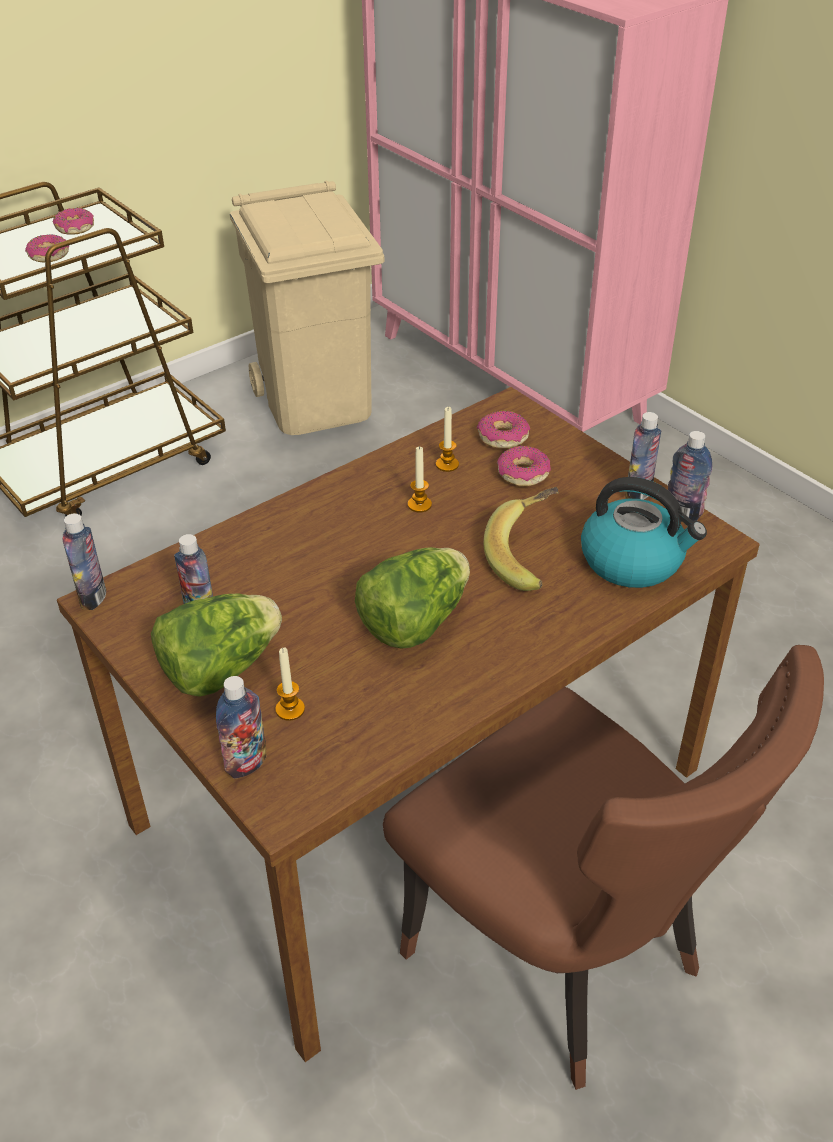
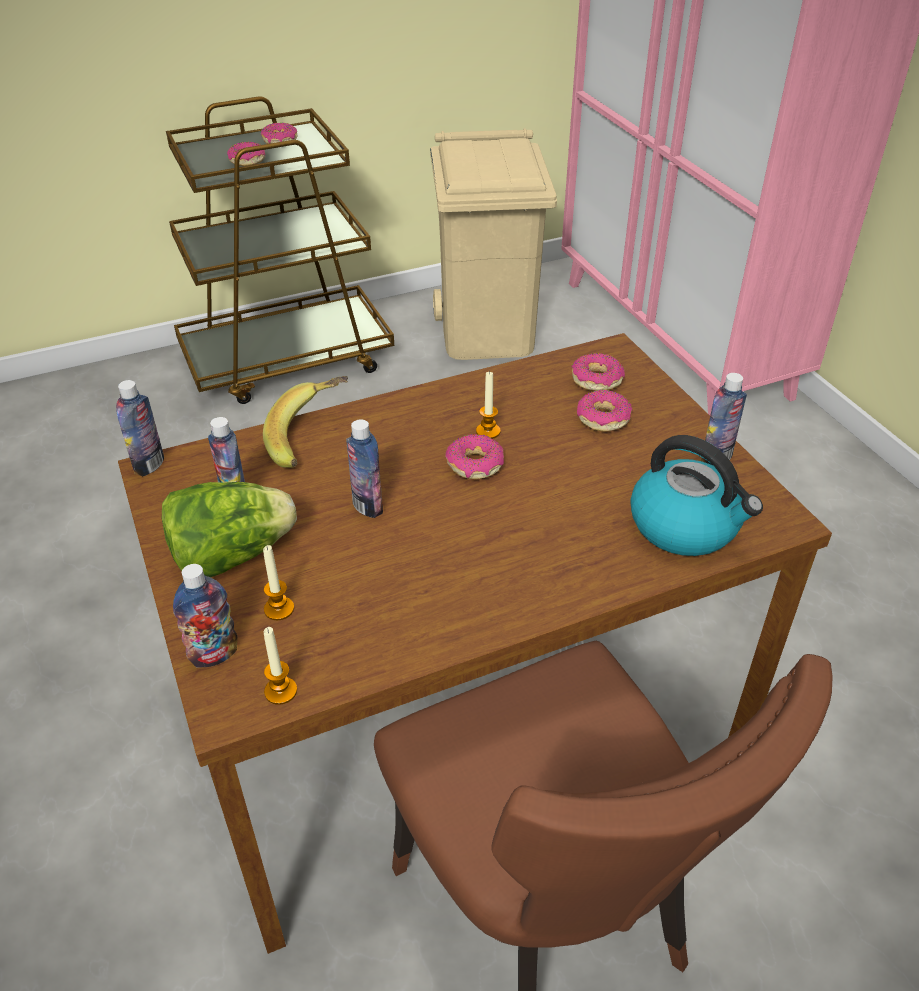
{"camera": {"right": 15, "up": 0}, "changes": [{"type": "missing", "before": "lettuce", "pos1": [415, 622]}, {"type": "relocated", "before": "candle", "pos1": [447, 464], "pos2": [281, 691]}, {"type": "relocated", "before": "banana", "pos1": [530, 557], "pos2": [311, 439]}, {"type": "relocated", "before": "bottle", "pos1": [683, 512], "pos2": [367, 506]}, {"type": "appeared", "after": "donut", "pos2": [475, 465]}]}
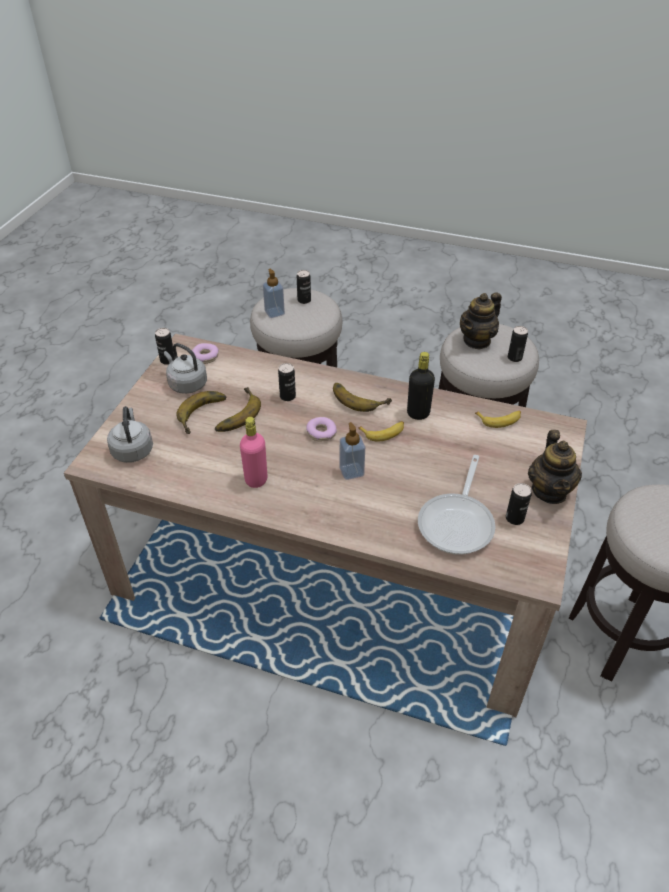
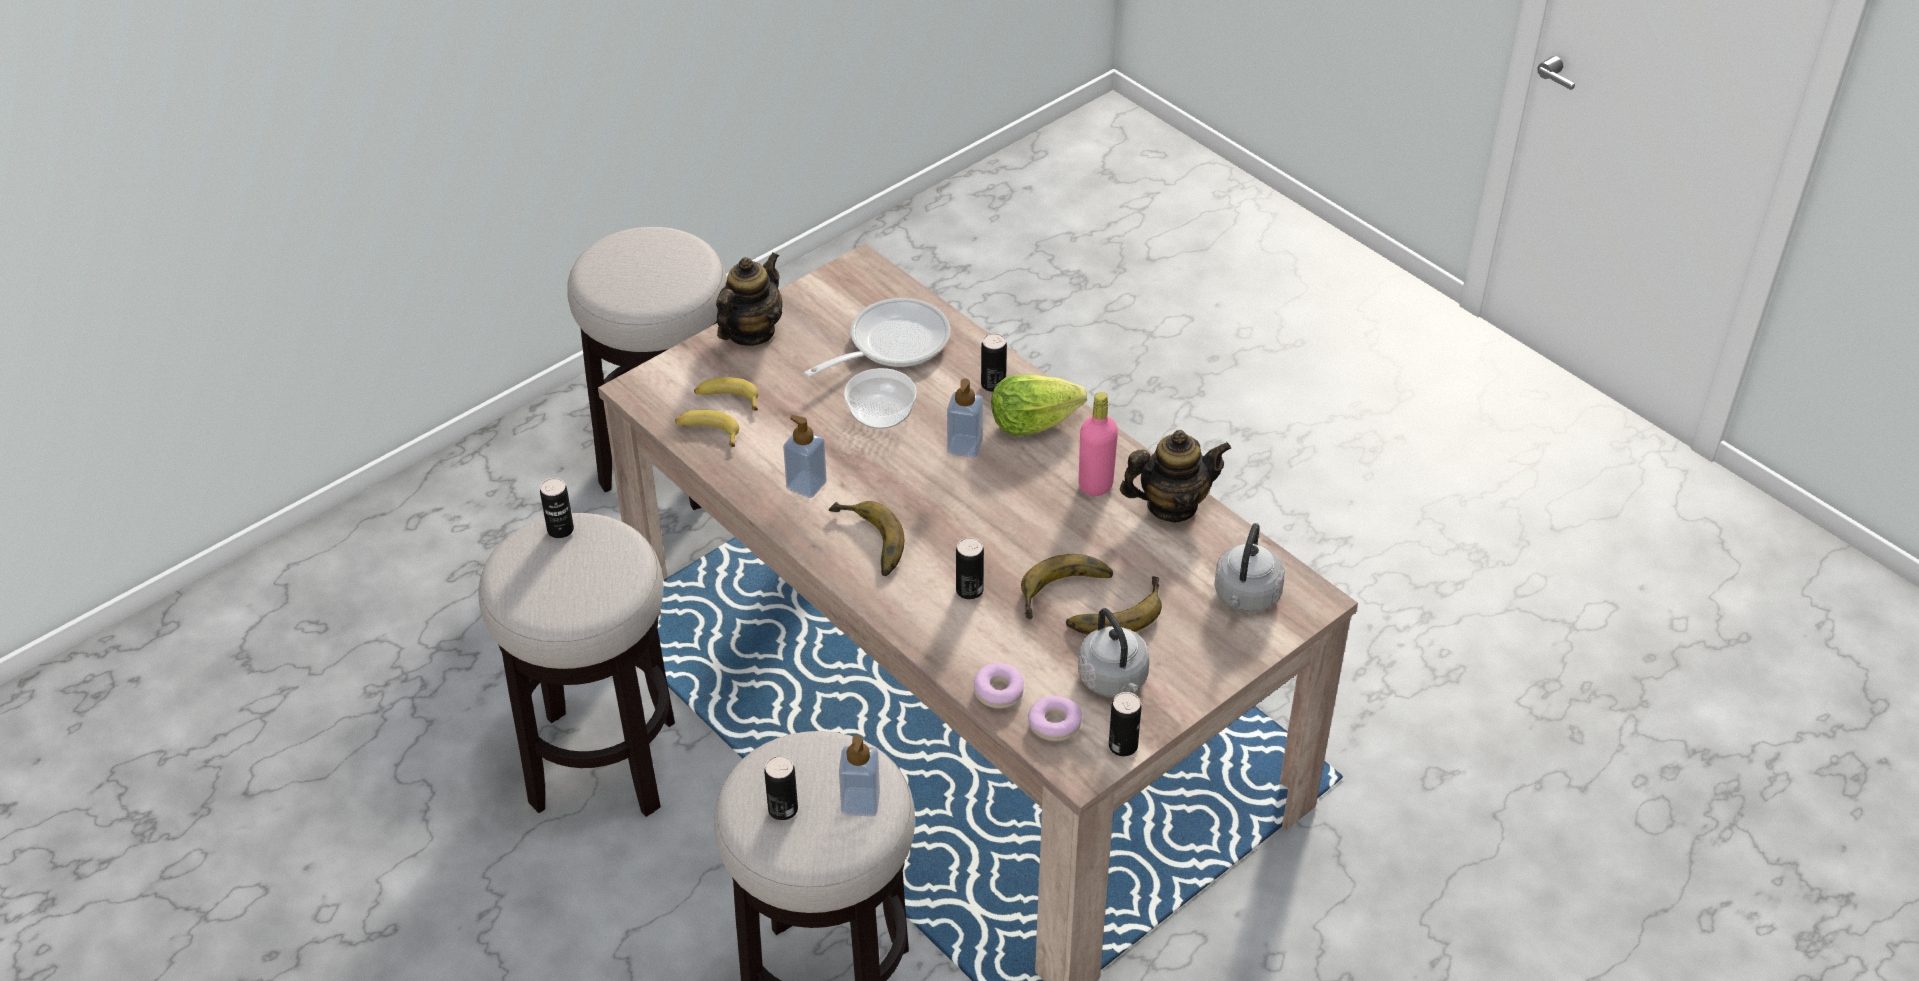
{"camera": {"right": -150, "up": 0}, "changes": [{"type": "relocated", "before": "donut", "pos1": [321, 433], "pos2": [998, 691]}, {"type": "relocated", "before": "banana", "pos1": [383, 432], "pos2": [727, 399]}, {"type": "exchanged", "before": "black bottle", "after": "soap dispenser", "pos1": [418, 413], "pos2": [806, 485]}, {"type": "relocated", "before": "teapot", "pos1": [477, 340], "pos2": [1171, 505]}, {"type": "relocated", "before": "can", "pos1": [514, 518], "pos2": [993, 384]}, {"type": "appeared", "after": "bowl", "pos2": [882, 413]}, {"type": "appeared", "after": "lettuce", "pos2": [1032, 422]}]}
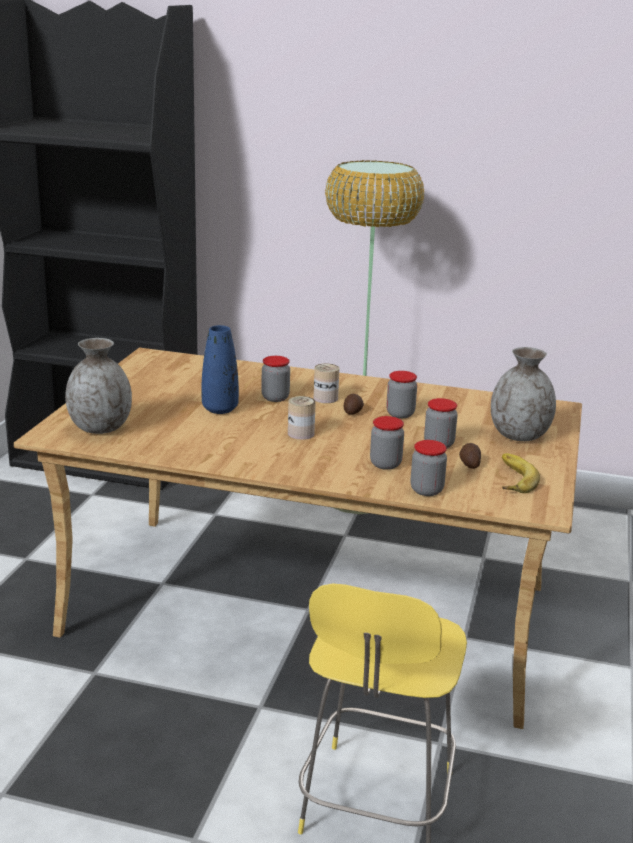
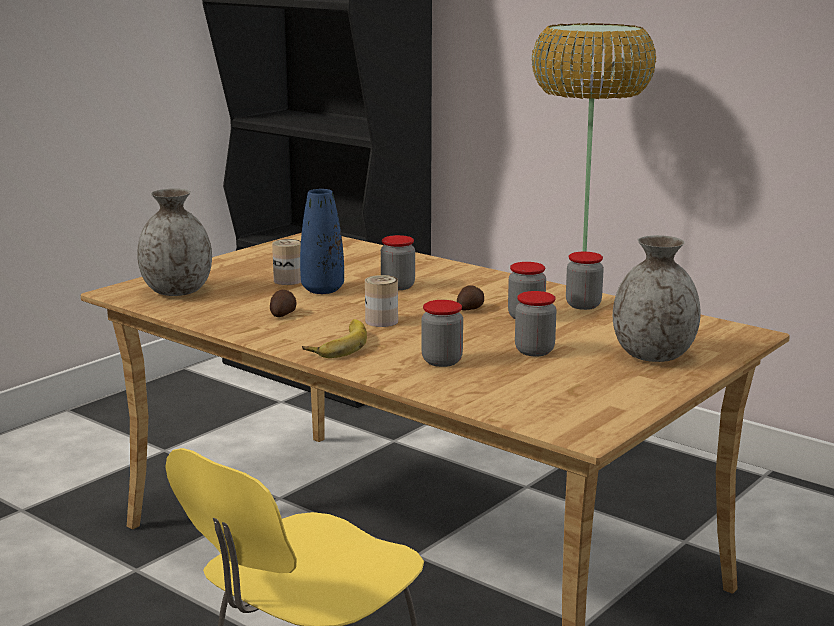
{"camera": {"right": 25, "up": -5}, "changes": [{"type": "relocated", "before": "can", "pos1": [325, 398], "pos2": [288, 280]}, {"type": "relocated", "before": "jar", "pos1": [426, 490], "pos2": [583, 305]}, {"type": "relocated", "before": "potato", "pos1": [469, 464], "pos2": [282, 314]}, {"type": "relocated", "before": "banana", "pos1": [511, 478], "pos2": [337, 344]}]}
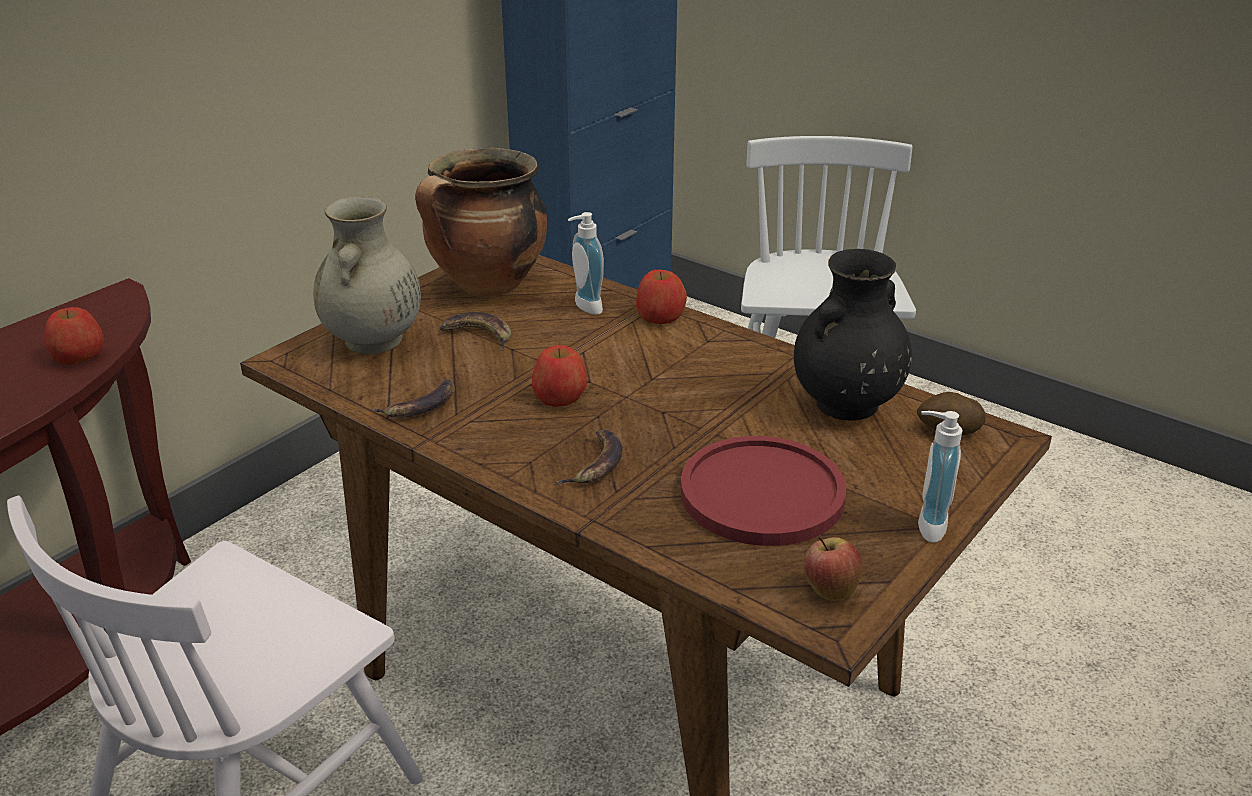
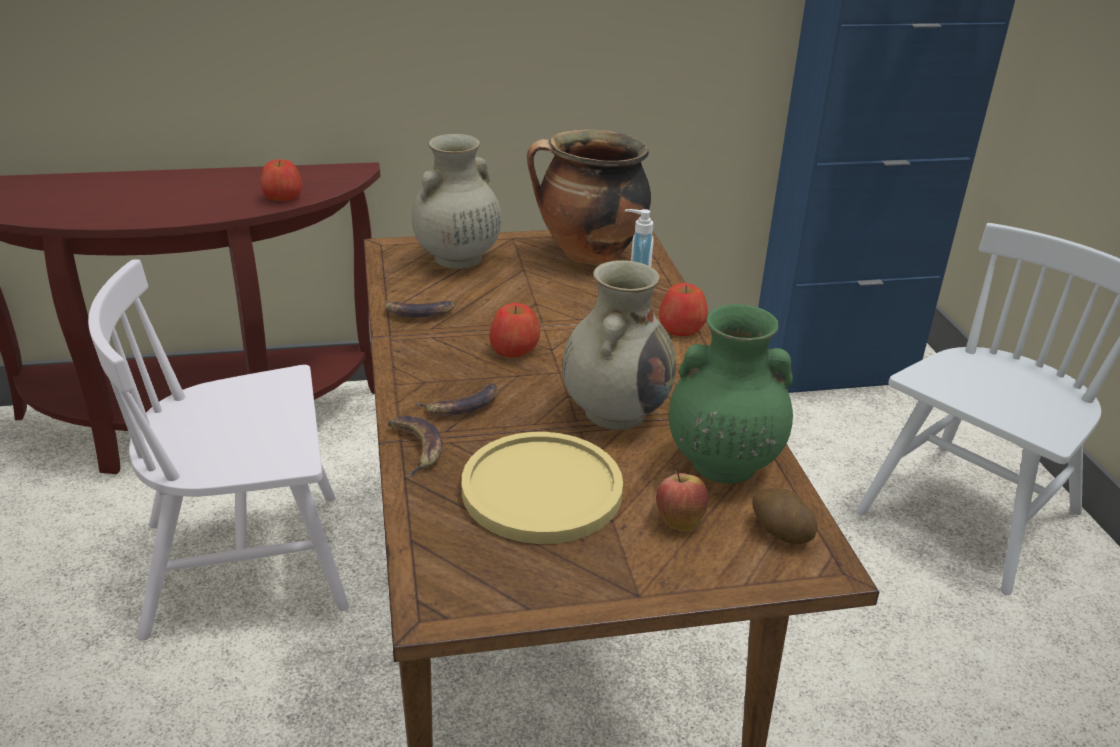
{"camera": {"right": 40, "up": 0}, "changes": [{"type": "relocated", "before": "banana", "pos1": [478, 335], "pos2": [415, 447]}, {"type": "colour", "before": "red plate", "after": "yellow plate", "pos1": [762, 493], "pos2": [542, 490]}, {"type": "colour", "before": "black vase", "after": "green vase", "pos1": [845, 405], "pos2": [721, 464]}, {"type": "relocated", "before": "apple", "pos1": [829, 590], "pos2": [679, 521]}, {"type": "missing", "before": "soap dispenser", "pos1": [925, 525]}, {"type": "appeared", "after": "beige vase", "pos2": [615, 411]}]}
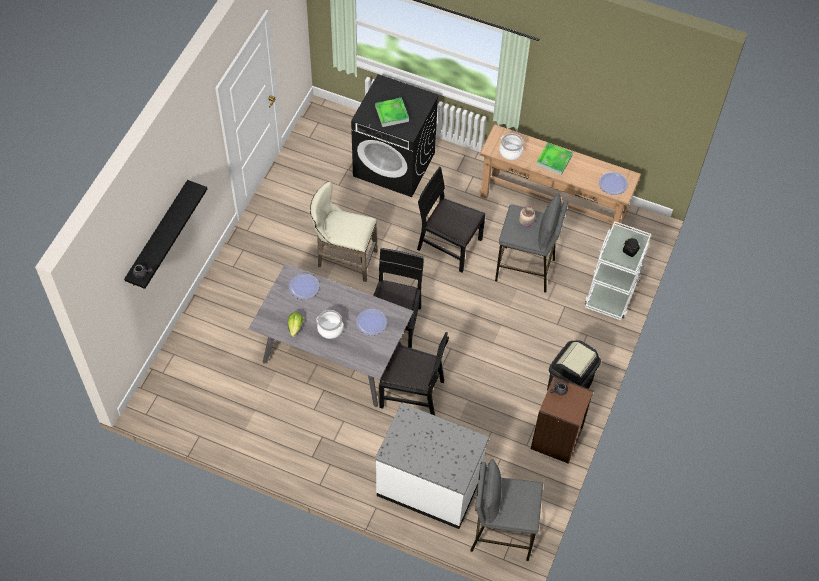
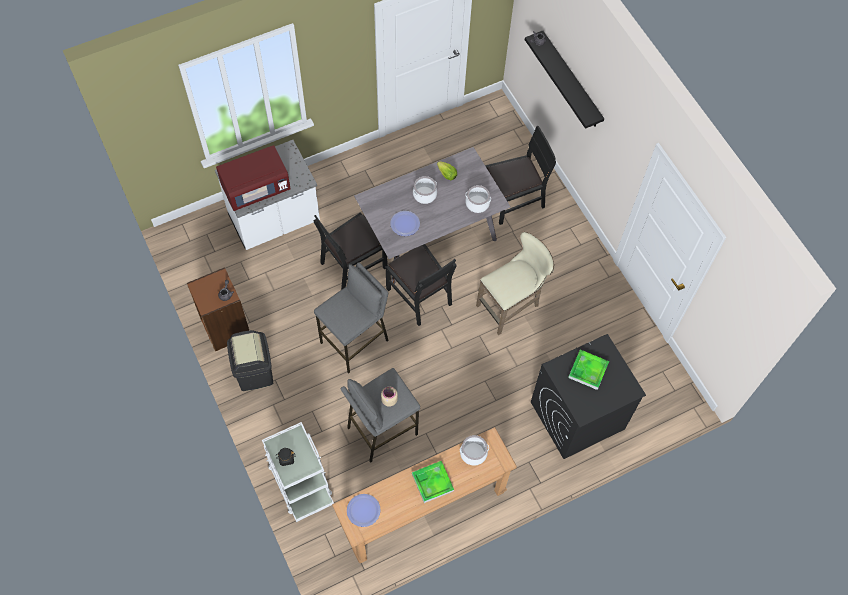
{"camera": {"right": 130, "up": 5}, "changes": [{"type": "exchanged", "before": "plate", "after": "cooking pot", "pos1": [303, 287], "pos2": [477, 203]}, {"type": "relocated", "before": "black chair", "pos1": [449, 245], "pos2": [513, 199]}, {"type": "relocated", "before": "grey stool", "pos1": [501, 533], "pos2": [355, 342]}, {"type": "appeared", "after": "red microwave", "pos2": [256, 188]}]}
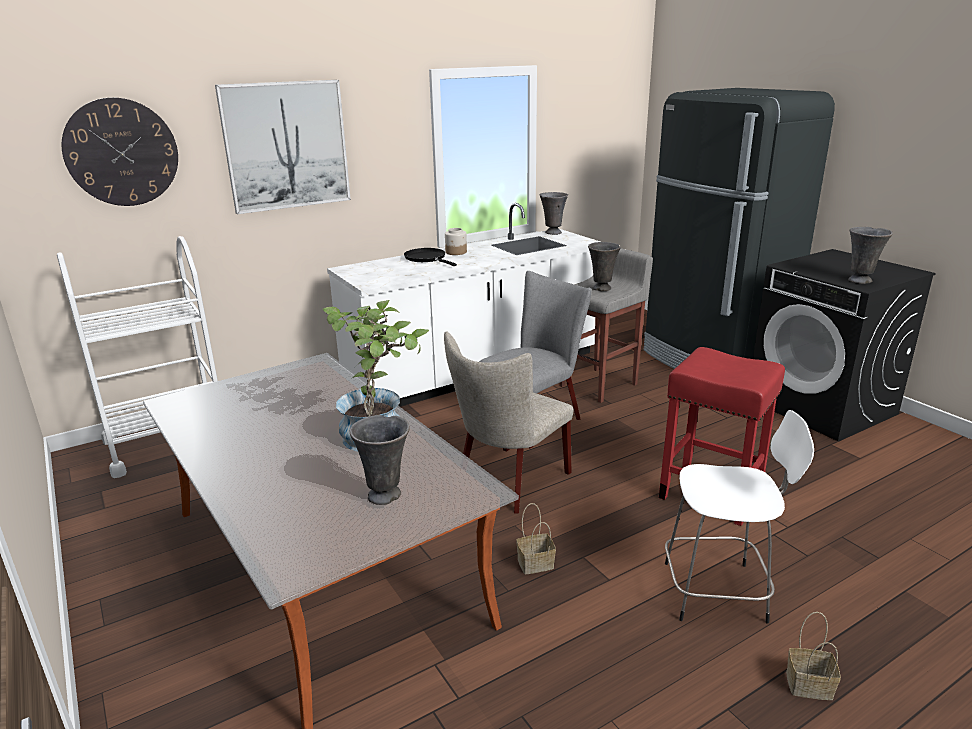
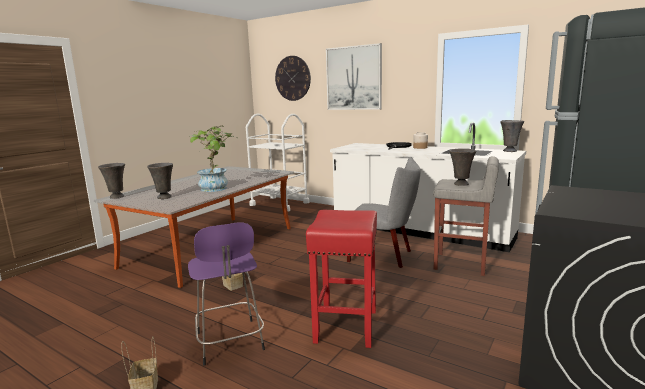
{"camera": {"right": 65, "up": -10}, "changes": [{"type": "missing", "before": "beige chair", "pos1": [508, 483]}, {"type": "colour", "before": "white stool", "after": "purple stool", "pos1": [718, 592], "pos2": [230, 343]}, {"type": "relocated", "before": "grey vase", "pos1": [861, 281], "pos2": [116, 197]}]}
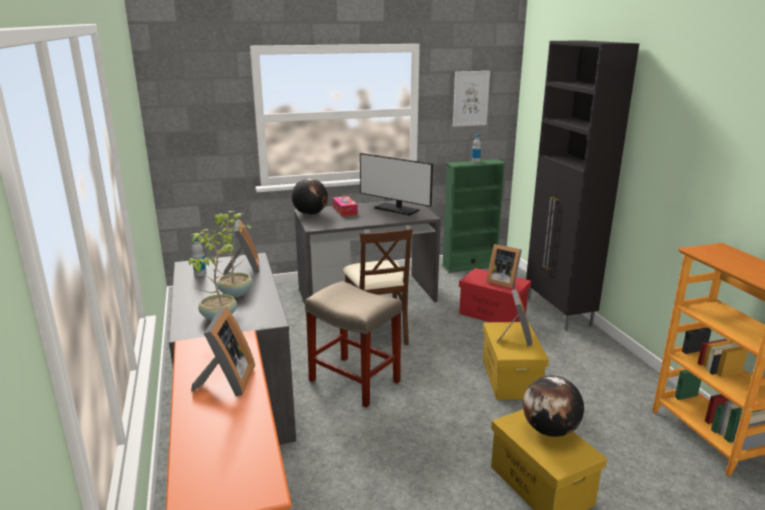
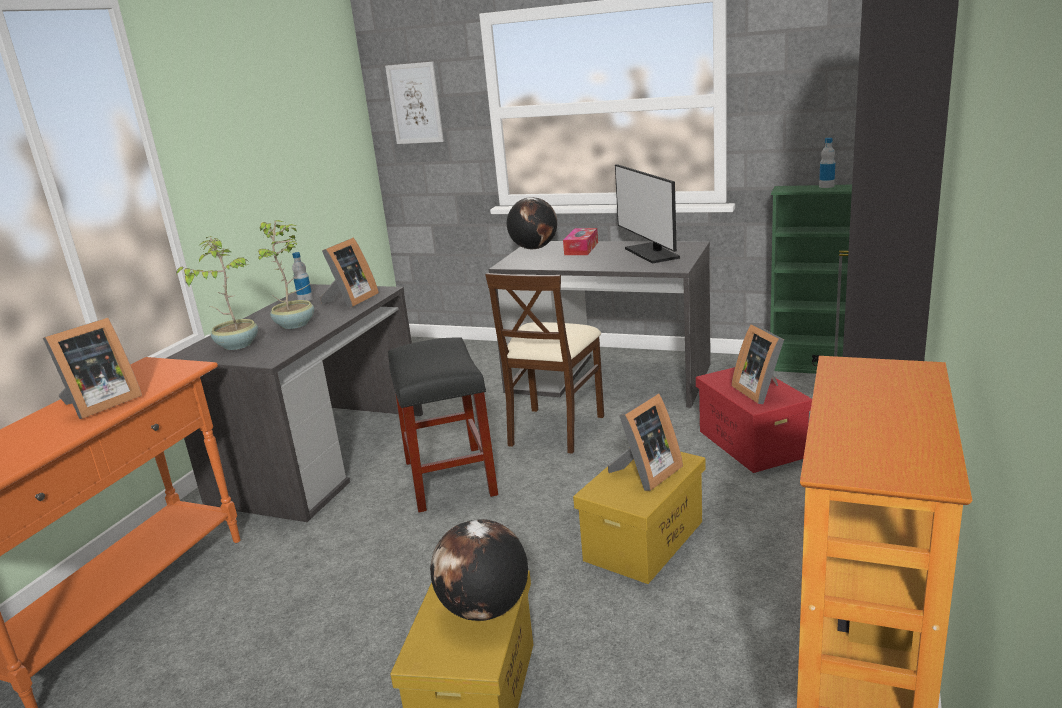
{"camera": {"right": 40, "up": 0}, "changes": [{"type": "colour", "before": "beige stool", "after": "black stool", "pos1": [355, 381], "pos2": [450, 478]}, {"type": "relocated", "before": "picture", "pos1": [470, 98], "pos2": [415, 103]}]}
